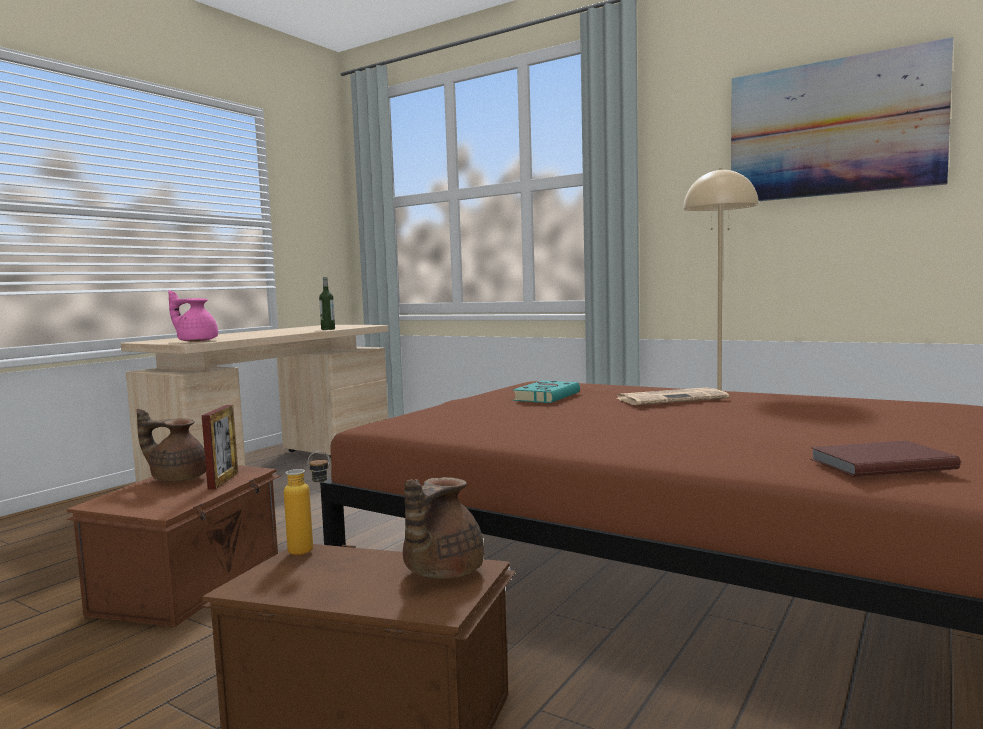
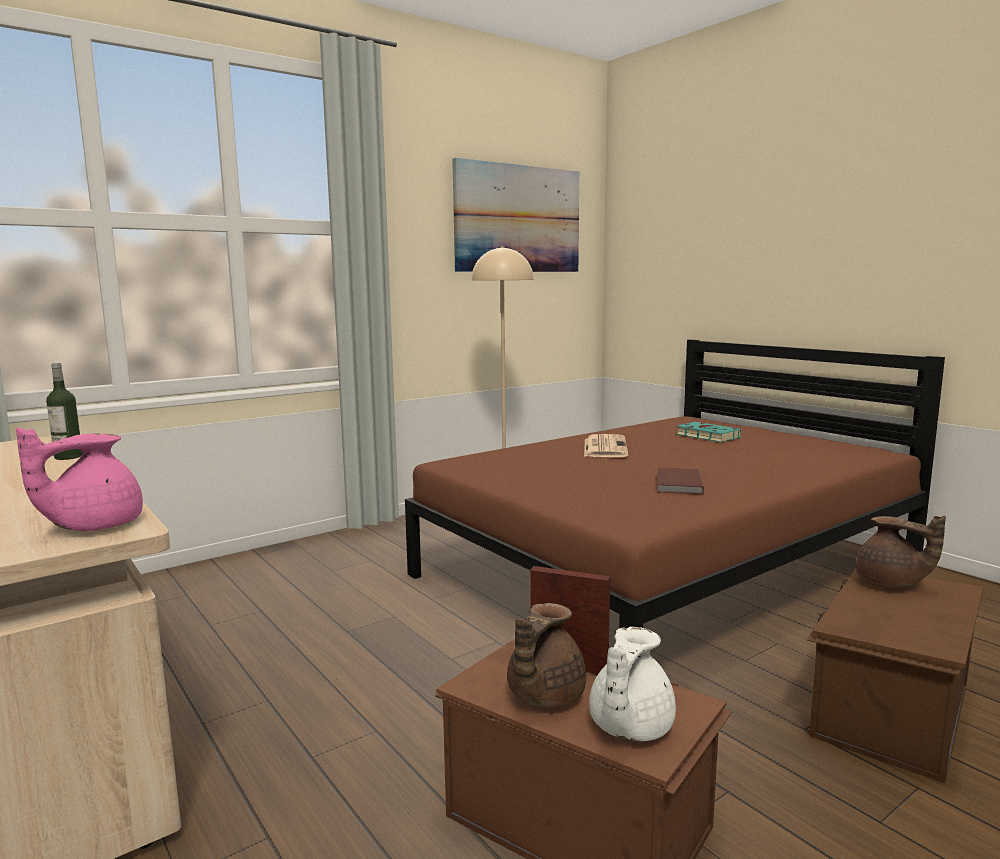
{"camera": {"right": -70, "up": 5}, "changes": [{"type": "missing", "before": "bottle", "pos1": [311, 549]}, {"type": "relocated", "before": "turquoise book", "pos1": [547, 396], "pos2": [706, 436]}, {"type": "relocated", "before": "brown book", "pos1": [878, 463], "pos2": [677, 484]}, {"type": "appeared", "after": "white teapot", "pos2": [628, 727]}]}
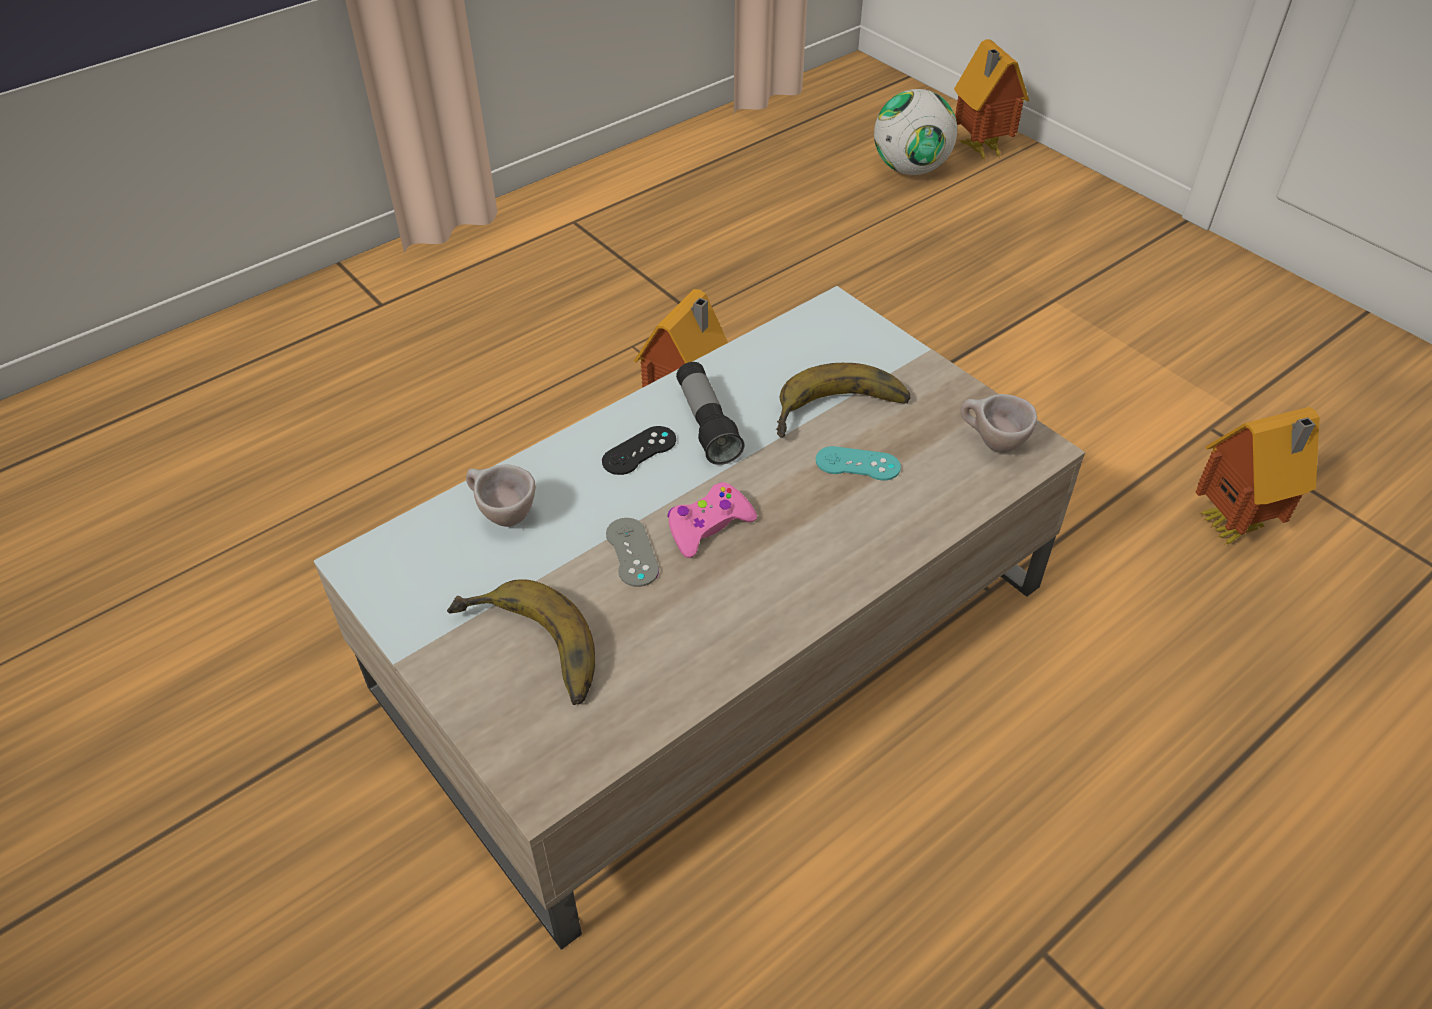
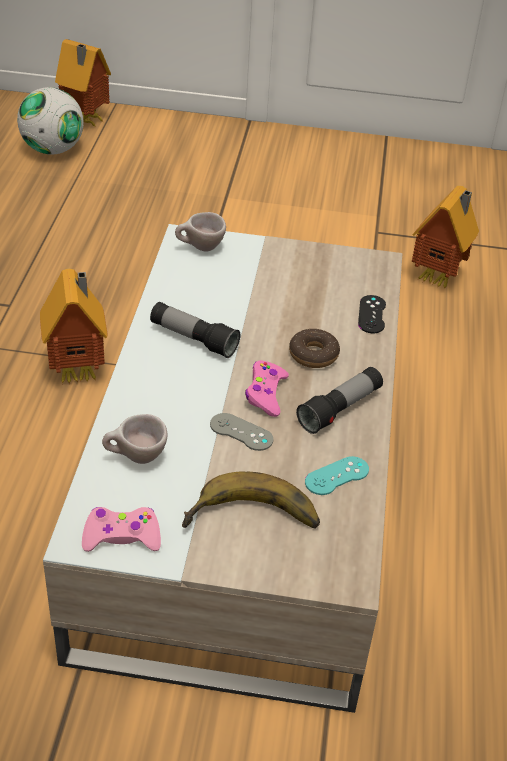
{"camera": {"right": -45, "up": -5}, "changes": [{"type": "relocated", "before": "black game controller", "pos1": [639, 451], "pos2": [372, 314]}, {"type": "missing", "before": "banana", "pos1": [842, 415]}, {"type": "relocated", "before": "turquoise game controller", "pos1": [857, 464], "pos2": [337, 476]}, {"type": "relocated", "before": "beige cup", "pos1": [991, 443], "pos2": [200, 248]}, {"type": "appeared", "after": "pink game controller", "pos2": [122, 536]}, {"type": "appeared", "after": "donut", "pos2": [313, 354]}, {"type": "appeared", "after": "flashlight", "pos2": [340, 409]}]}
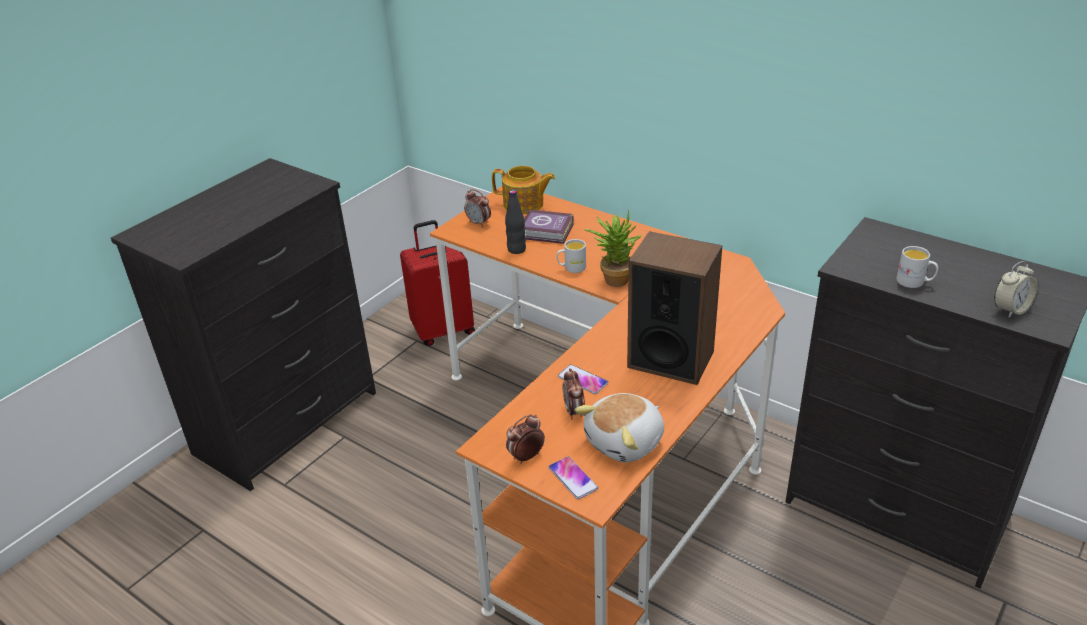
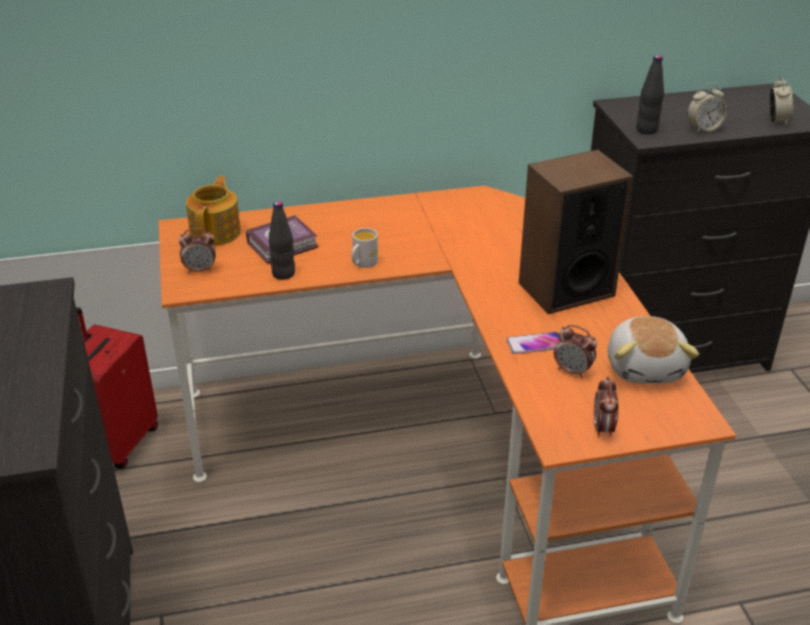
{"camera": {"right": -50, "up": 0}, "changes": [{"type": "spun", "before": "teapot", "pos1": [524, 204], "pos2": [216, 232], "turn": -45}, {"type": "missing", "before": "phone", "pos1": [573, 478]}, {"type": "missing", "before": "potted plant", "pos1": [613, 278]}, {"type": "exchanged", "before": "white mug", "after": "alarm clock", "pos1": [915, 282], "pos2": [703, 129]}, {"type": "appeared", "after": "black bottle", "pos2": [646, 130]}]}
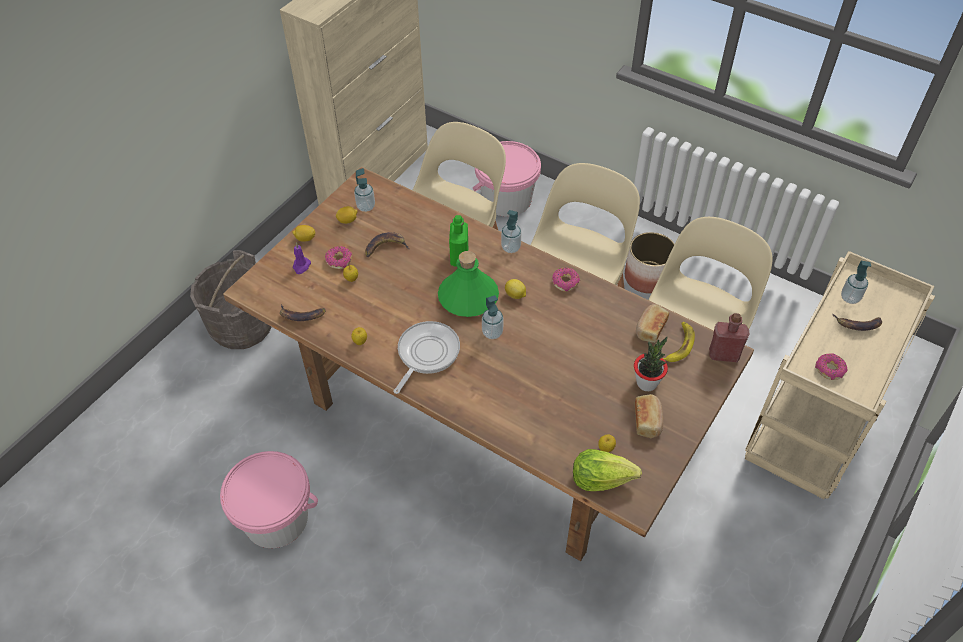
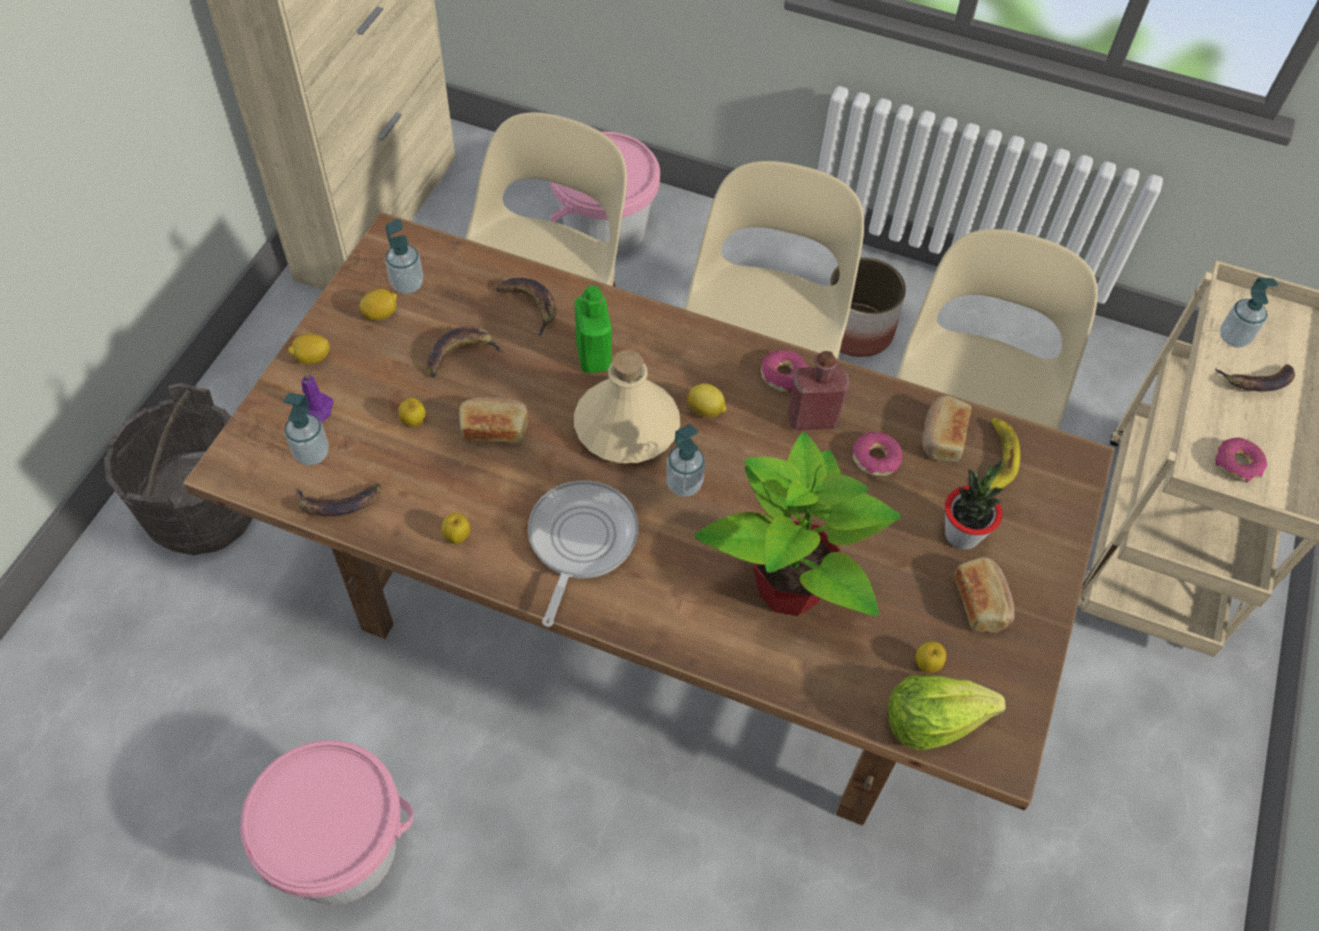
{"camera": {"right": -15, "up": 5}, "changes": [{"type": "relocated", "before": "donut", "pos1": [339, 260], "pos2": [875, 458]}, {"type": "colour", "before": "green bottle", "after": "beige bottle", "pos1": [468, 297], "pos2": [627, 426]}, {"type": "relocated", "before": "soap dispenser", "pos1": [511, 247], "pos2": [312, 453]}, {"type": "relocated", "before": "red bottle", "pos1": [723, 355], "pos2": [812, 419]}, {"type": "appeared", "after": "bread", "pos2": [494, 428]}, {"type": "appeared", "after": "banana", "pos2": [530, 305]}, {"type": "appeared", "after": "potted plant", "pos2": [791, 588]}]}
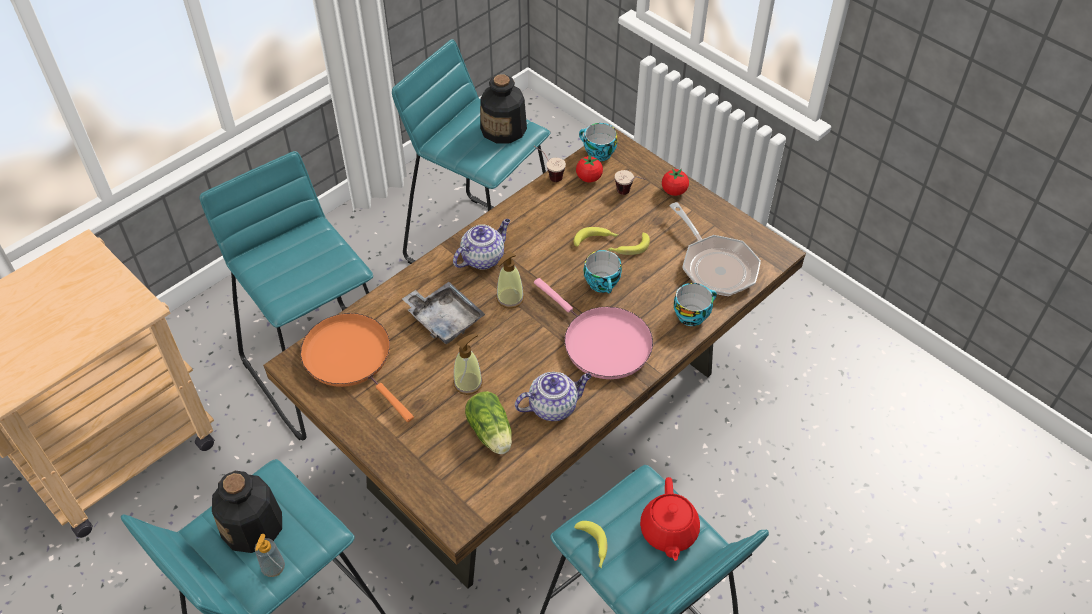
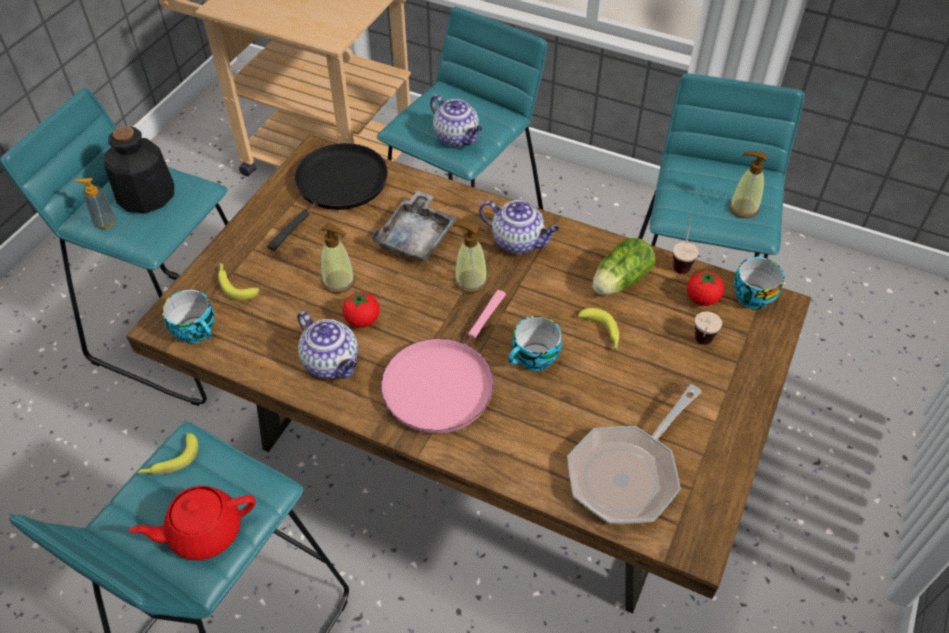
{"camera": {"right": 70, "up": 0}, "changes": [{"type": "colour", "before": "orange frying pan", "after": "black frying pan", "pos1": [351, 358], "pos2": [338, 187]}, {"type": "relocated", "before": "lettuce", "pos1": [491, 434], "pos2": [618, 282]}, {"type": "exchanged", "before": "bottle", "after": "soap dispenser", "pos1": [504, 129], "pos2": [743, 208]}, {"type": "relocated", "before": "banana", "pos1": [628, 248], "pos2": [235, 284]}, {"type": "relocated", "before": "tomato", "pos1": [674, 191], "pos2": [362, 320]}, {"type": "relocated", "before": "cup", "pos1": [692, 314], "pos2": [197, 331]}, {"type": "appeared", "after": "teapot", "pos2": [457, 138]}]}
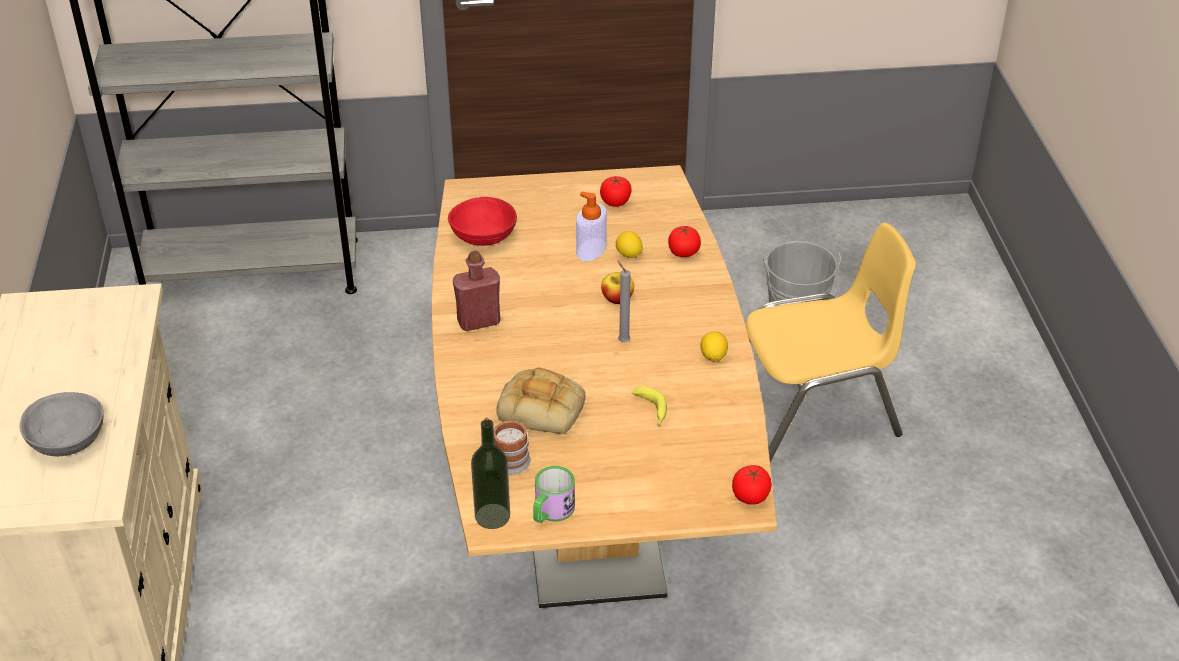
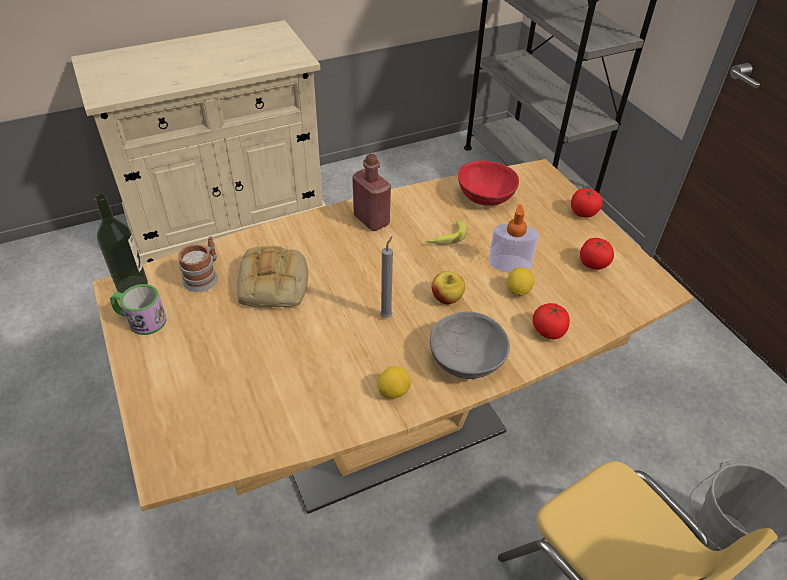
{"camera": {"right": 70, "up": 5}, "changes": [{"type": "relocated", "before": "grey bowl", "pos1": [67, 441], "pos2": [465, 359]}, {"type": "relocated", "before": "banana", "pos1": [651, 411], "pos2": [445, 238]}, {"type": "relocated", "before": "tomato", "pos1": [750, 496], "pos2": [583, 212]}]}
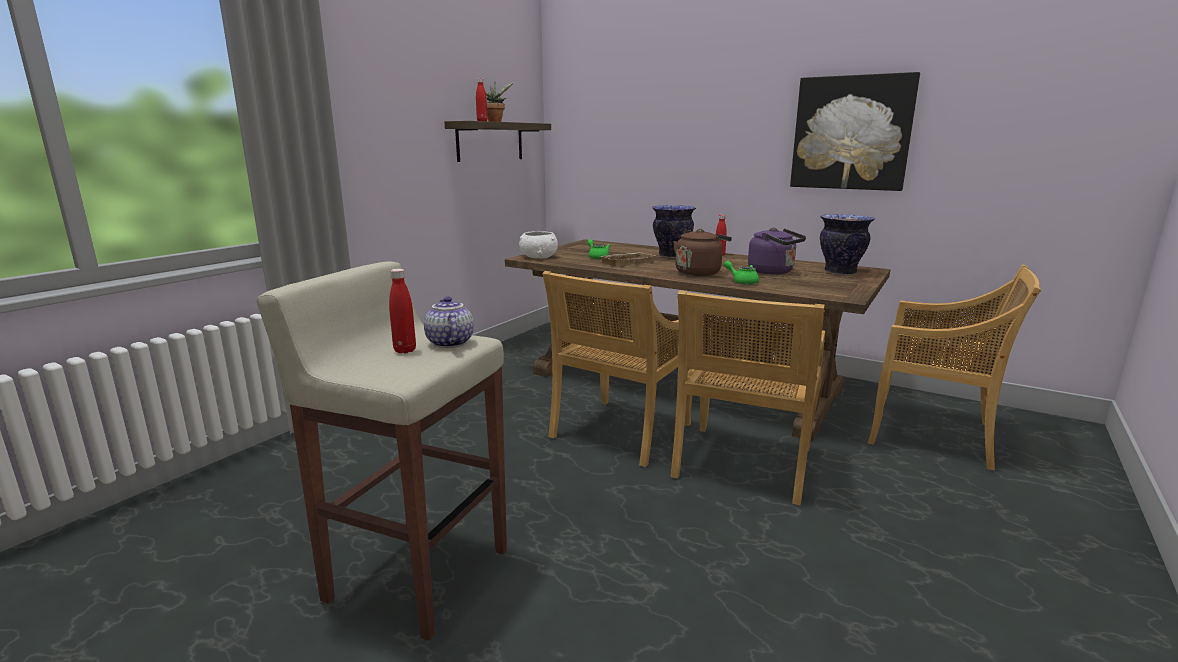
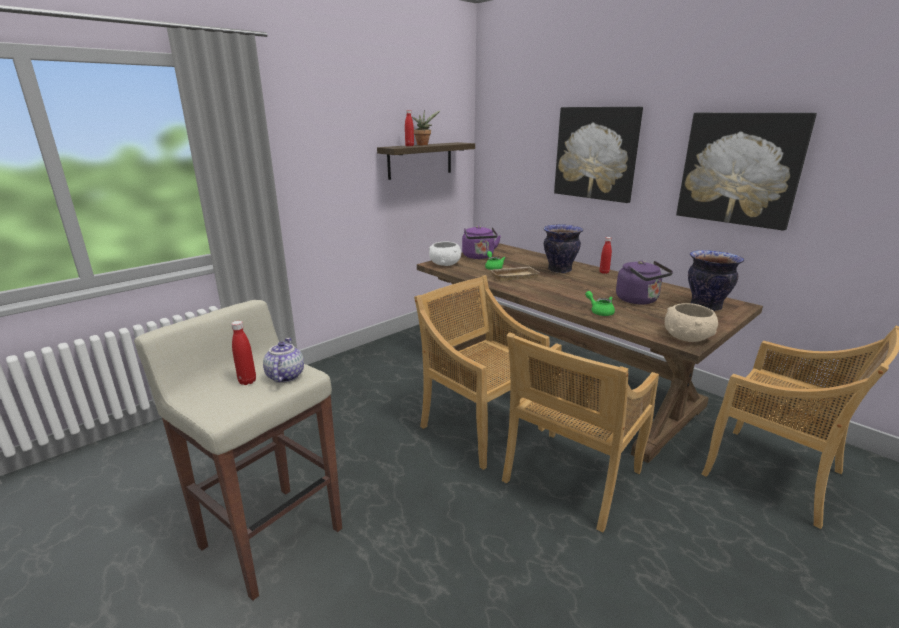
{"camera": {"right": 15, "up": 5}, "changes": [{"type": "spun", "before": "beige chair", "pos1": [620, 432], "pos2": [480, 427], "turn": 90}, {"type": "missing", "before": "brown kettle", "pos1": [699, 272]}, {"type": "appeared", "after": "purple kettle", "pos2": [479, 257]}, {"type": "appeared", "after": "picture", "pos2": [596, 153]}, {"type": "appeared", "after": "beige bowl", "pos2": [687, 337]}]}
